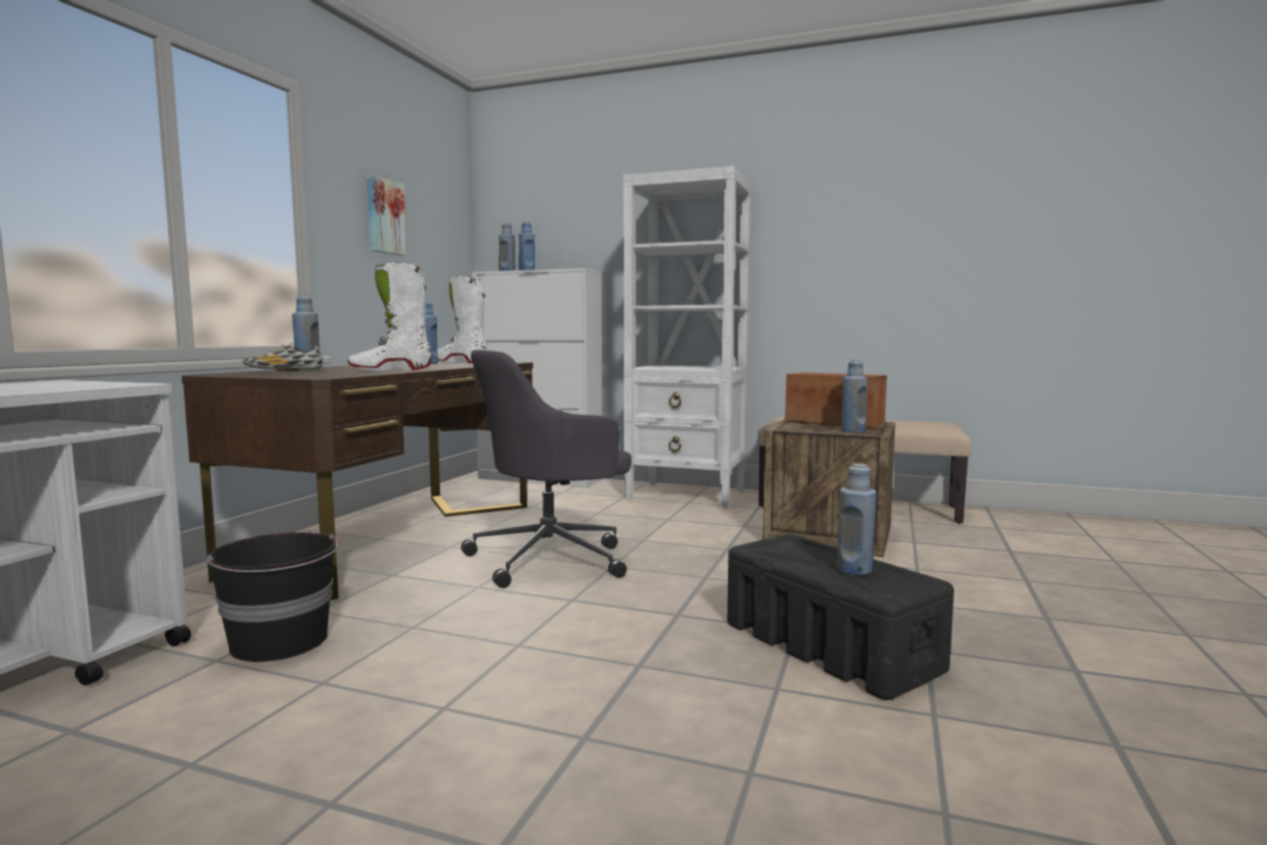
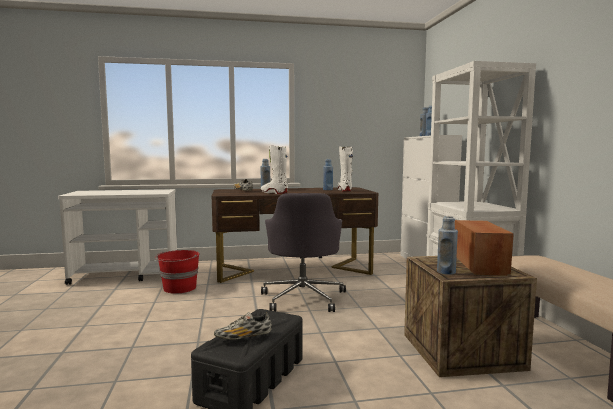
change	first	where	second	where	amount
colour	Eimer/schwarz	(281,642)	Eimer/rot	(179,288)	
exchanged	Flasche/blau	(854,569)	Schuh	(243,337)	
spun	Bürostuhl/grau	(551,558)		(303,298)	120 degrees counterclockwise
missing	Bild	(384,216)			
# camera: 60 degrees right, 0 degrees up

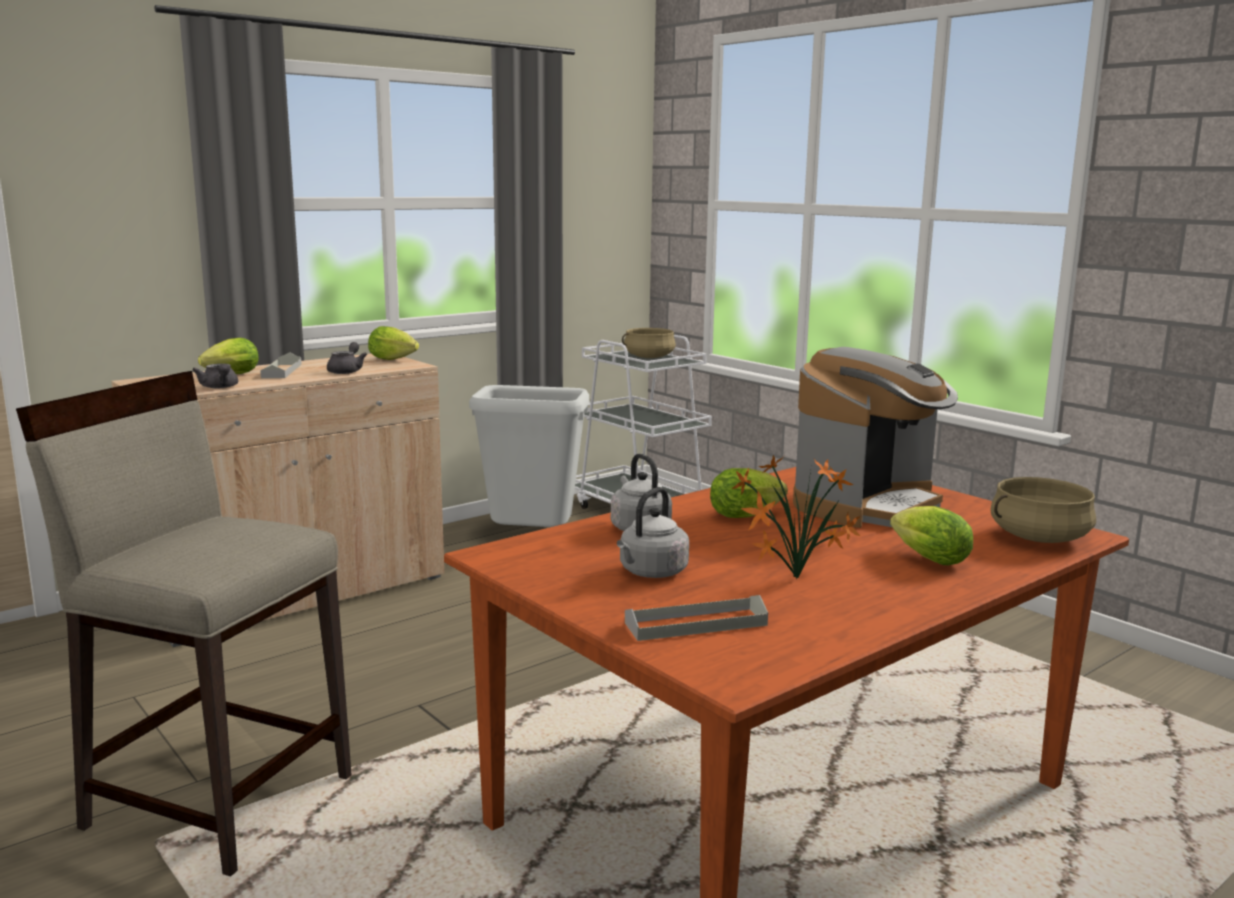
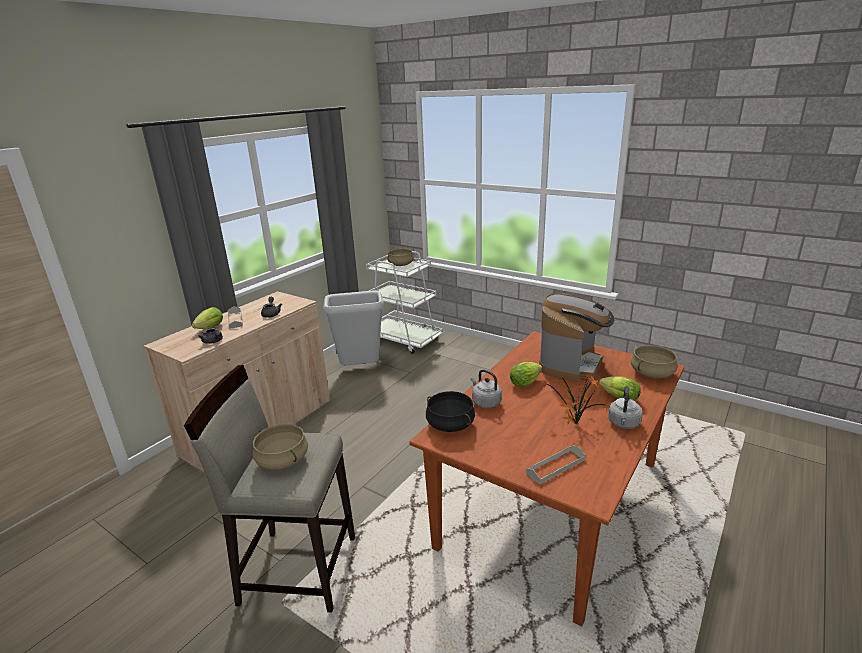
change	first	where	second	where	amount
appeared			Kochtopf/beige	(282,460)	
appeared			Kochtopf/schwarz	(450,424)	
relocated	Wasserkessel/grau	(651,573)		(623,424)	
missing	Salatkopf	(395,360)			
# camera: 15 degrees left, 10 degrees up

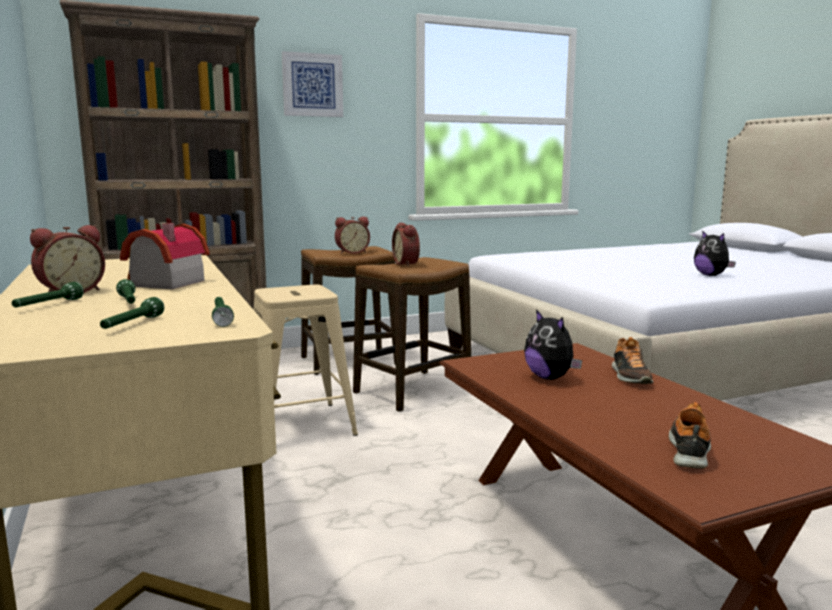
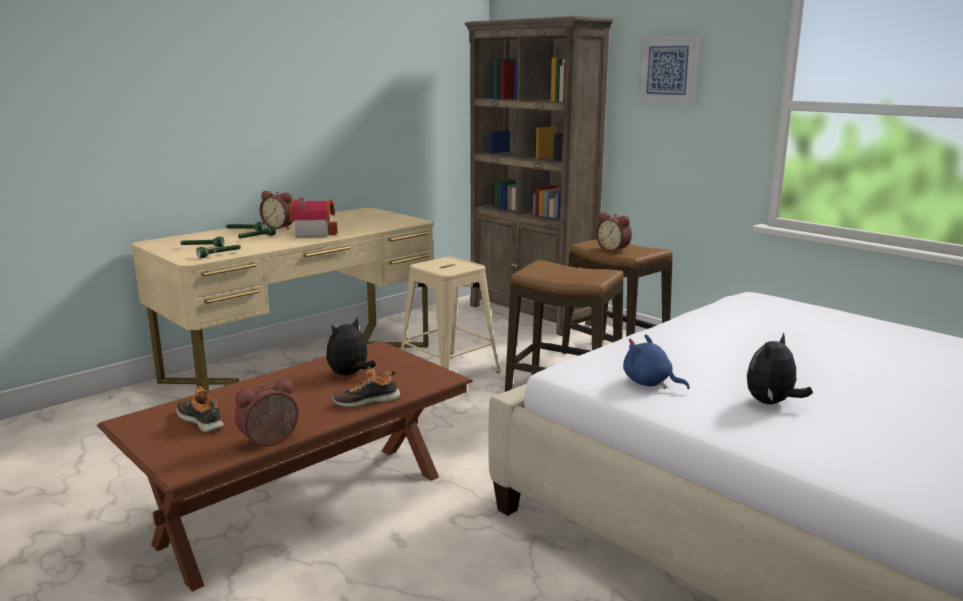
change	first	where	second	where	amount
spun	Schuh	(689,450)		(201,420)	135 degrees counterclockwise
relocated	Wecker	(408,264)		(270,441)	
appeared			Plüschtier/blau	(649,383)	
# camera: 70 degrees right, 5 degrees up

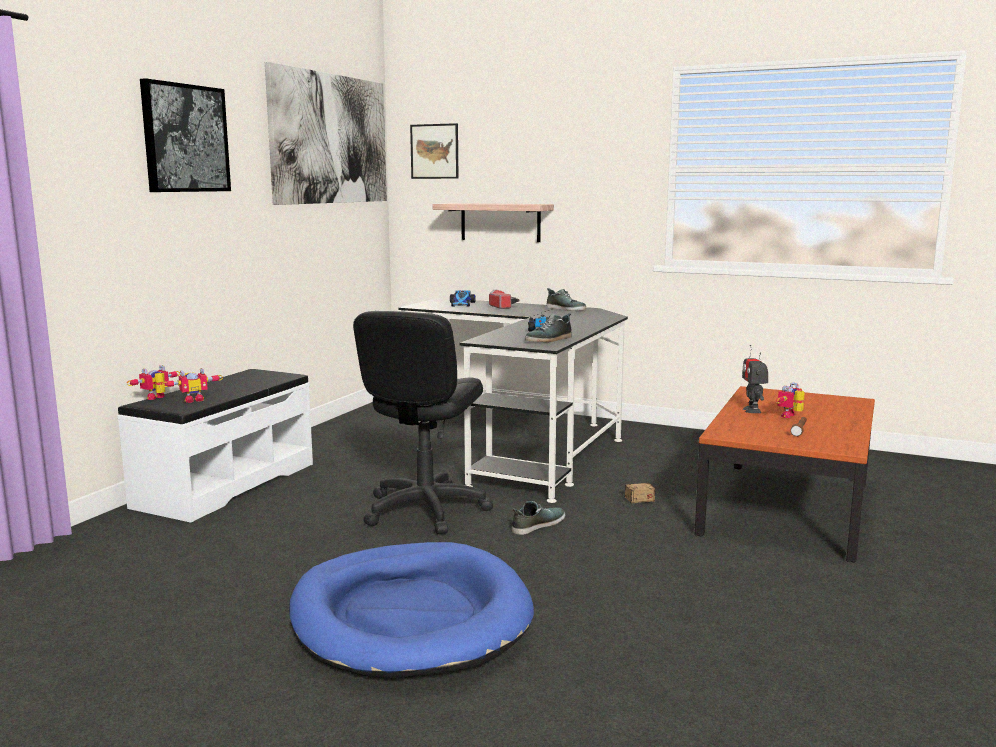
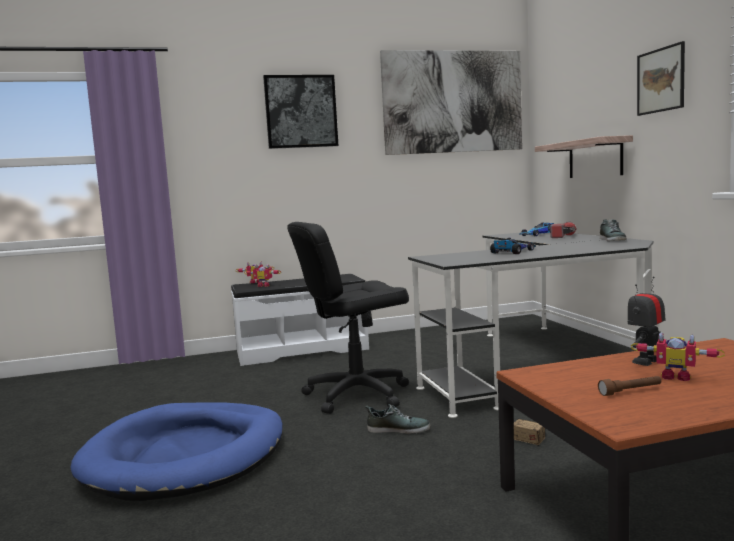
change	first	where	second	where	amount
spun	Spielzeugroboter	(791,416)		(676,376)	150 degrees counterclockwise
relocated	Bild	(434,151)		(660,80)	
missing	Schuh	(549,339)			
# camera: 50 degrees right, 5 degrees down

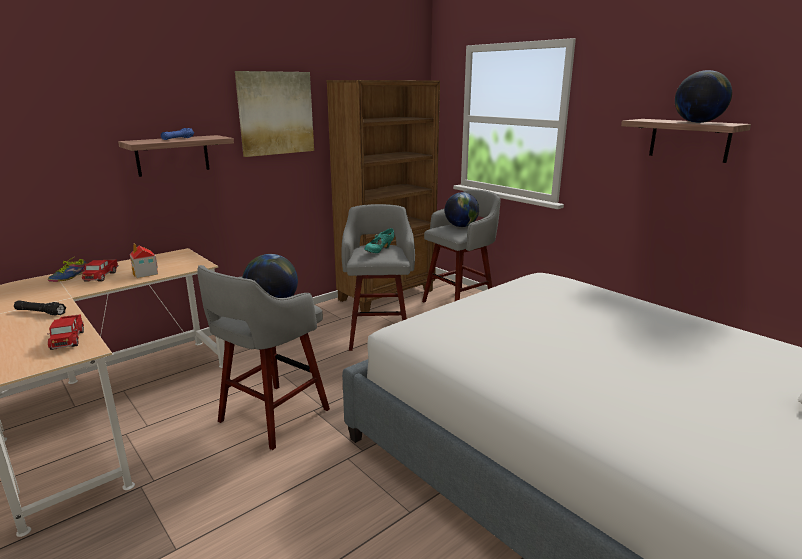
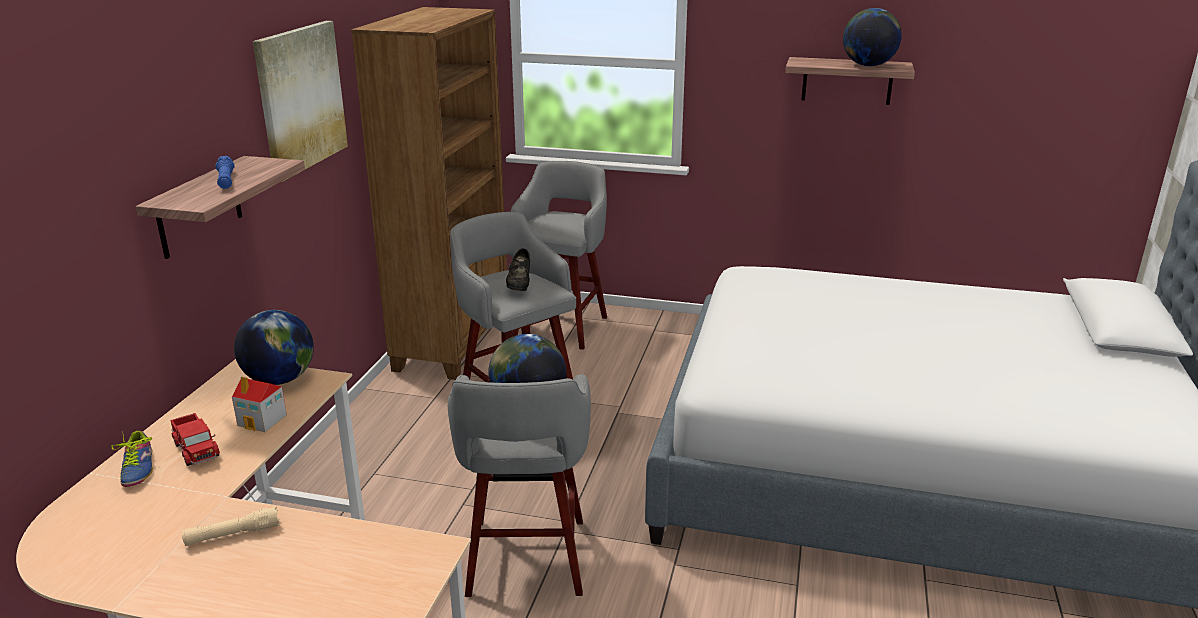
change	first	where	second	where	amount
colour	Taschenlampe/schwarz	(40,312)	Taschenlampe/beige	(233,535)	
relocated	Globus	(461,226)		(279,380)	
colour	Schuh/türkis	(379,251)	Schuh/schwarz	(519,285)	
missing	Spielzeuglaster	(68,339)			
# camera: 35 degrees left, 5 degrees up

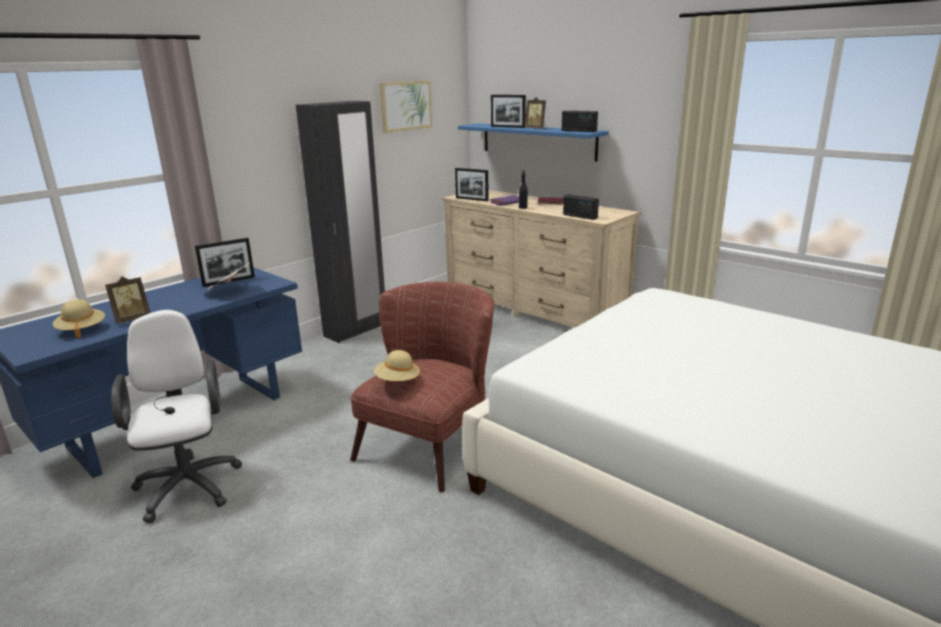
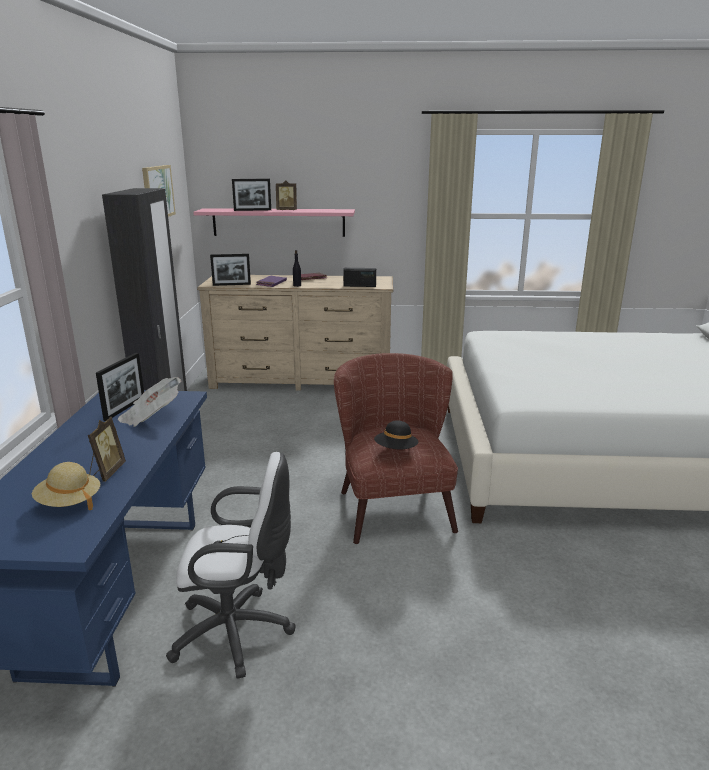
change	first	where	second	where	amount
spun	Bürostuhl/weiß	(188,483)		(238,632)	150 degrees clockwise
colour	Wandregal/blau	(537,141)	Wandregal/rosa	(278,222)	
colour	Hut/beige	(397,381)	Hut/schwarz	(396,450)	
missing	Radio	(579,131)			
# camera: 40 degrees left, 0 degrees up

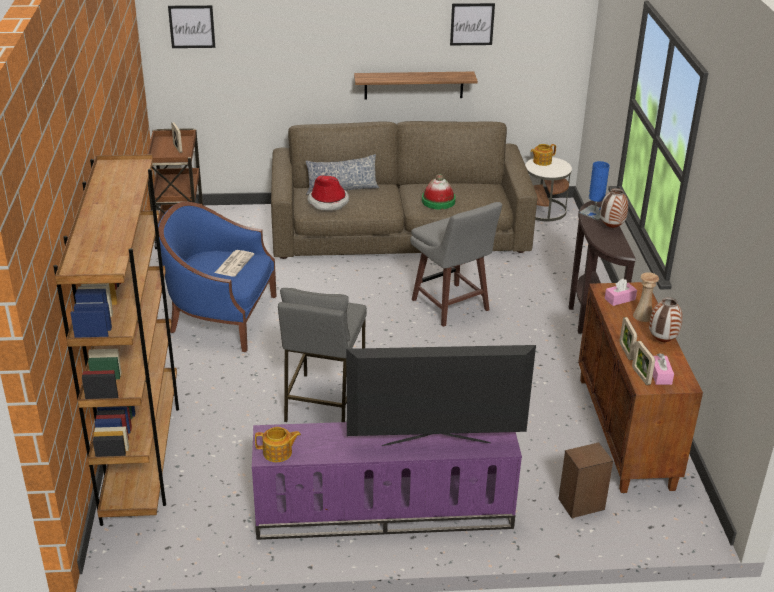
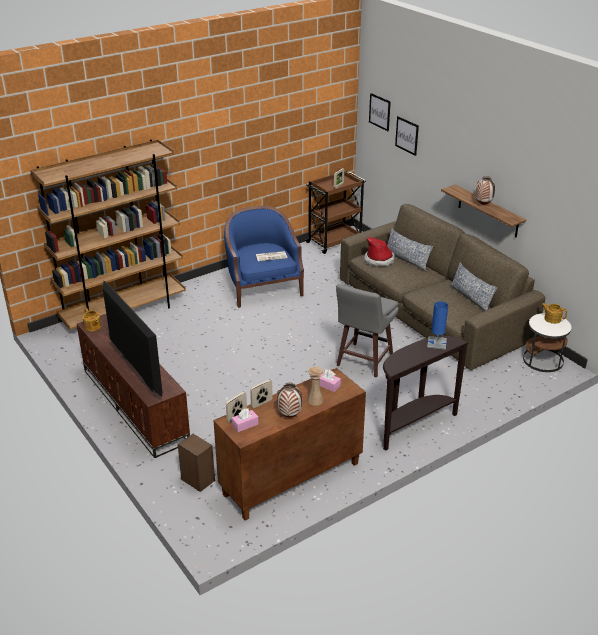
change	first	where	second	where	amount
colour	Fernsehschrank/lila	(382,513)	Fernsehschrank/braun	(133,404)	
relocated	Bild	(472,24)		(407,135)	
appeared			Kissen	(471,298)	
relocated	Vase	(611,227)		(483,204)	
missing	Hocker/grau	(324,402)			
missing	Hut	(438,201)			
# camera: 60 degrees right, 0 degrees up

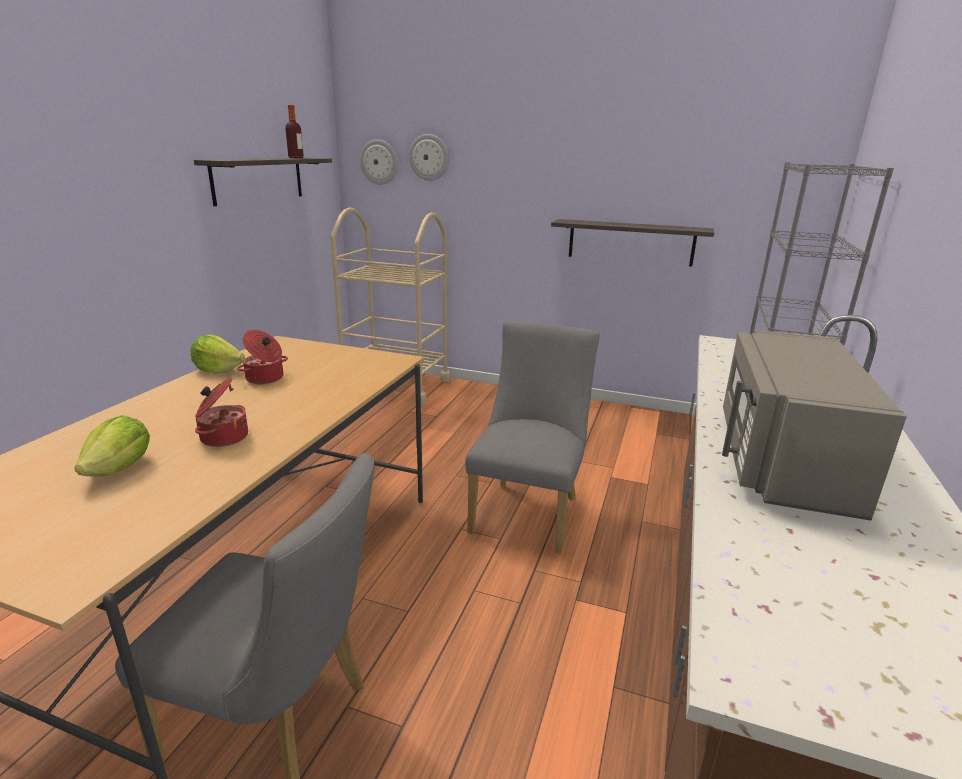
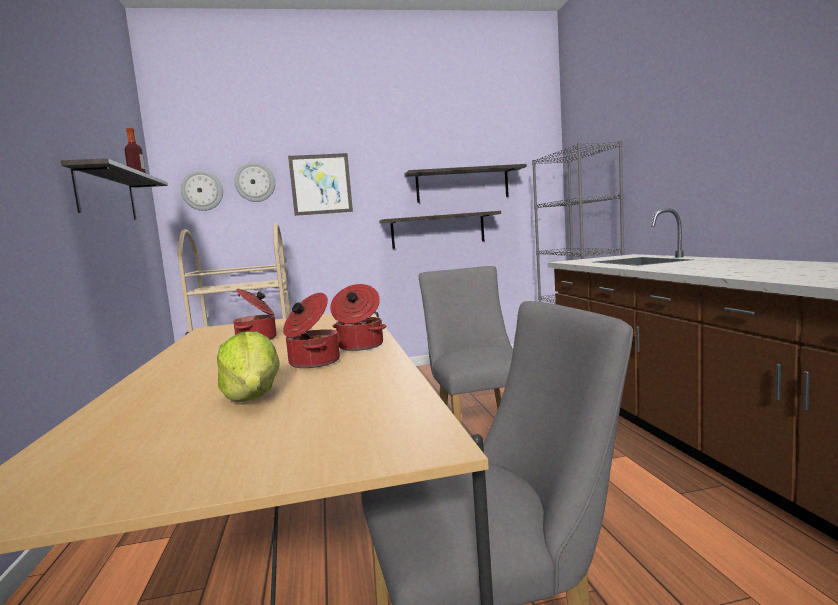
change	first	where	second	where	amount
appeared			Bild	(321,184)	
appeared			Kochtopf	(359,346)	
appeared			Wandregal	(462,185)	
missing	Salatkopf	(218,370)			
missing	Mikrowelle/grau	(781,460)			
# camera: 30 degrees left, 15 degrees down

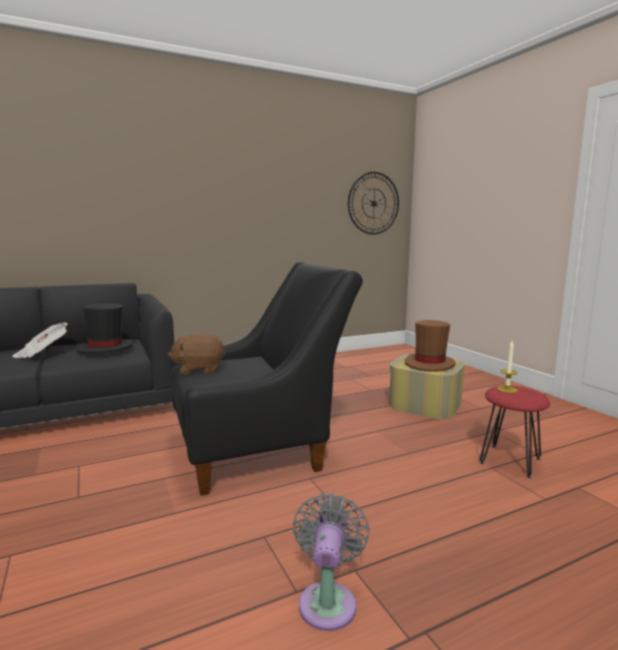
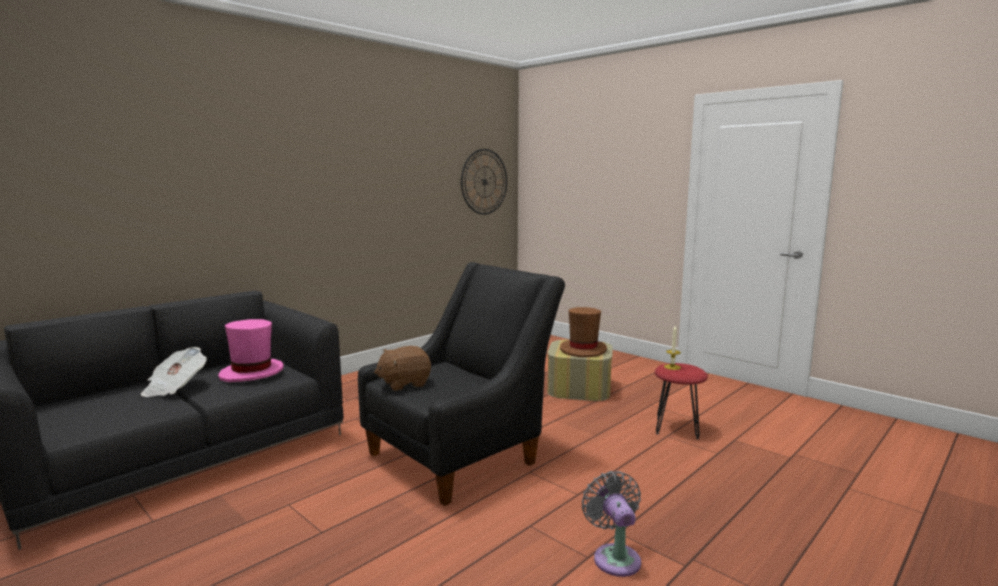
change	first	where	second	where	amount
colour	Hut/schwarz	(105,349)	Hut/rosa	(252,373)	
# camera: 20 degrees left, 0 degrees up

